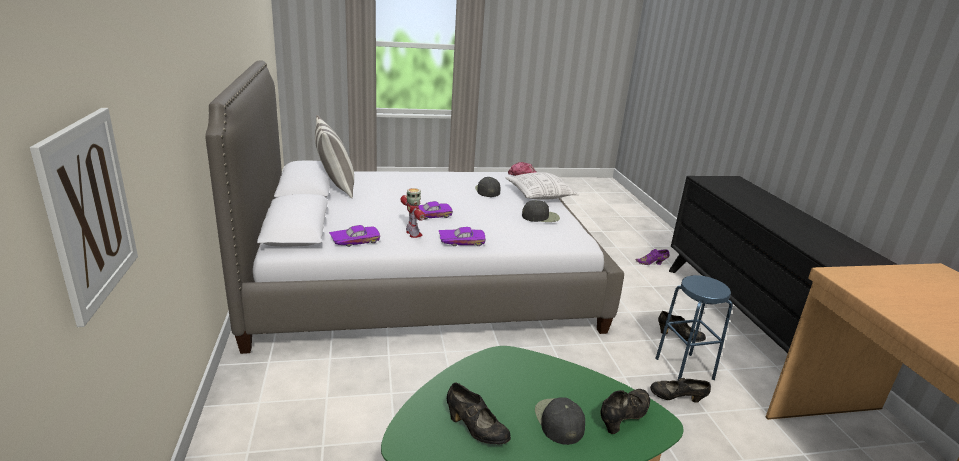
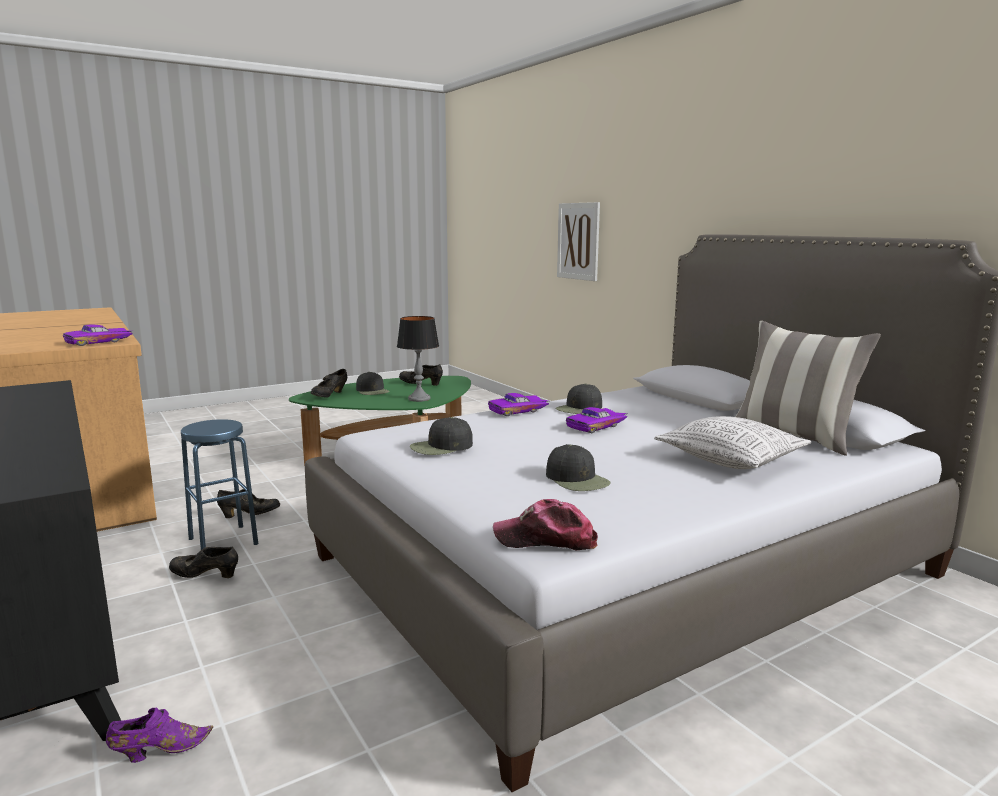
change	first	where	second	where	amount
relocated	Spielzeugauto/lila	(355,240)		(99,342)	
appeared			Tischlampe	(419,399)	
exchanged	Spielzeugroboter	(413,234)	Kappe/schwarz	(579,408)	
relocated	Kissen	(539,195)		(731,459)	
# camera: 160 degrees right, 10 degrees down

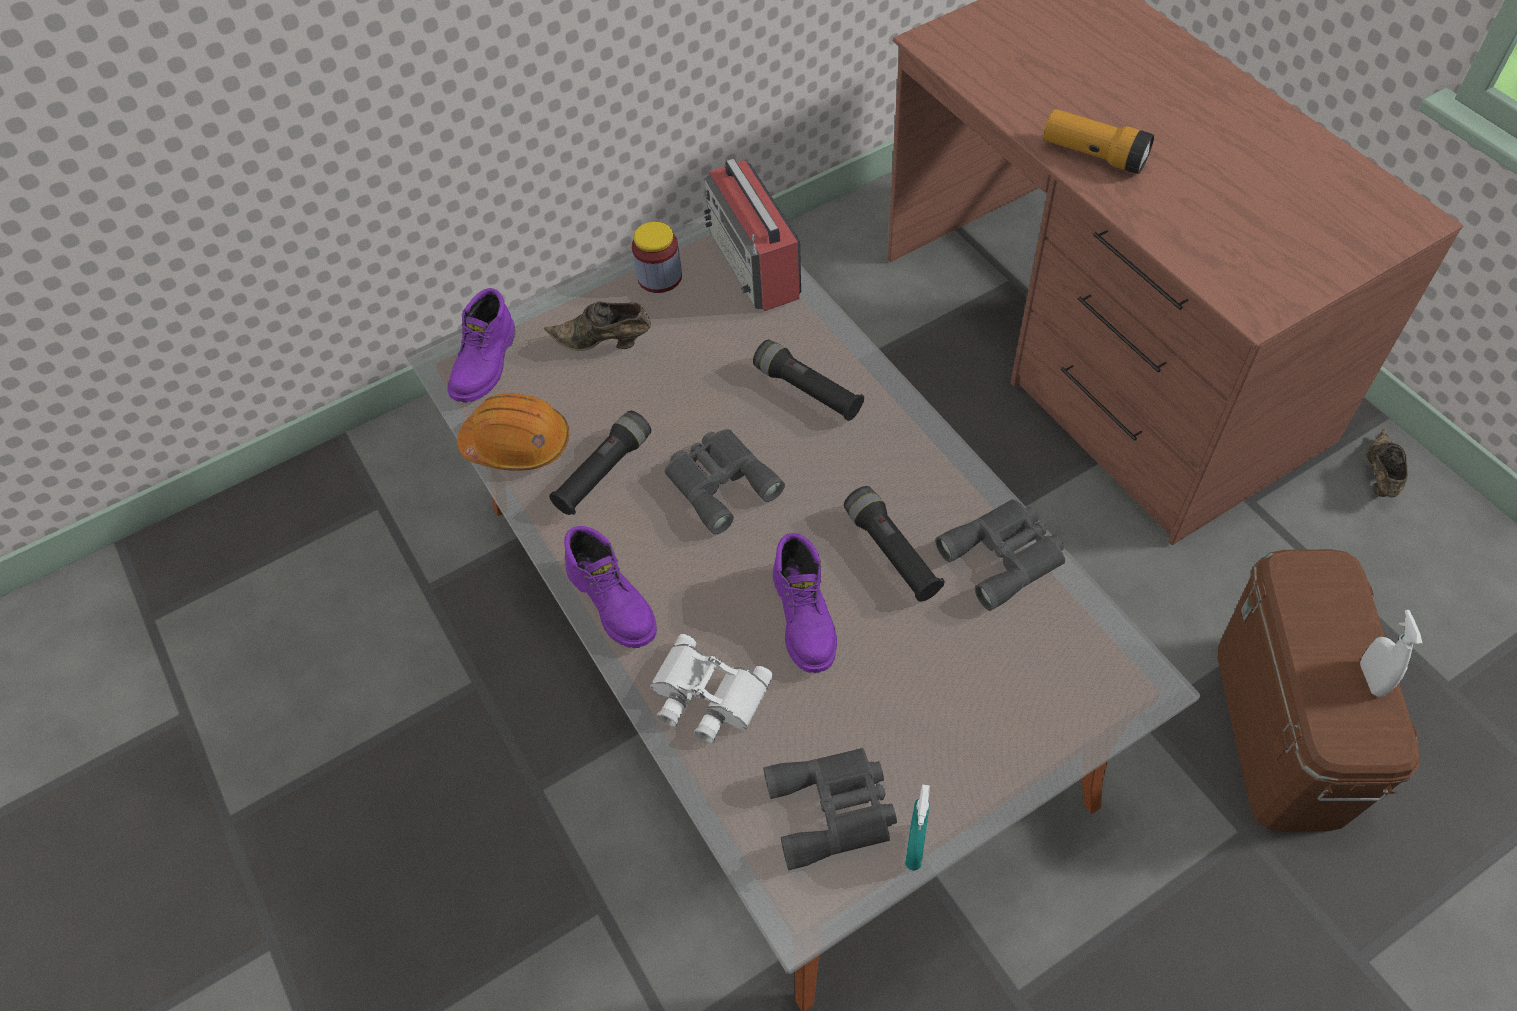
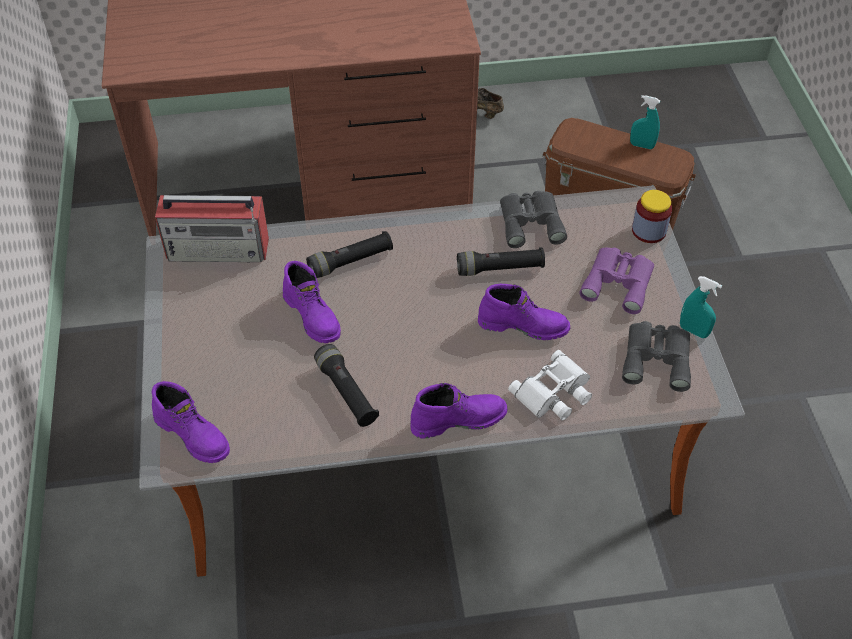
change	first	where	second	where	amount
appeared			Stiefel/lila	(313,316)	
appeared			Fernglas/lila	(618,282)	
colour	Sprühflasche/weiß	(1371,678)	Sprühflasche/türkis	(642,145)	
relocated	Vorratsglas	(659,277)		(648,231)	
missing	Schutzhelm/orange	(517,444)			
missing	Schuh/braun	(604,342)			
missing	Fernglas/grau	(720,482)			
missing	Taschenlampe	(1094,155)			
# camera: 70 degrees left, 5 degrees down

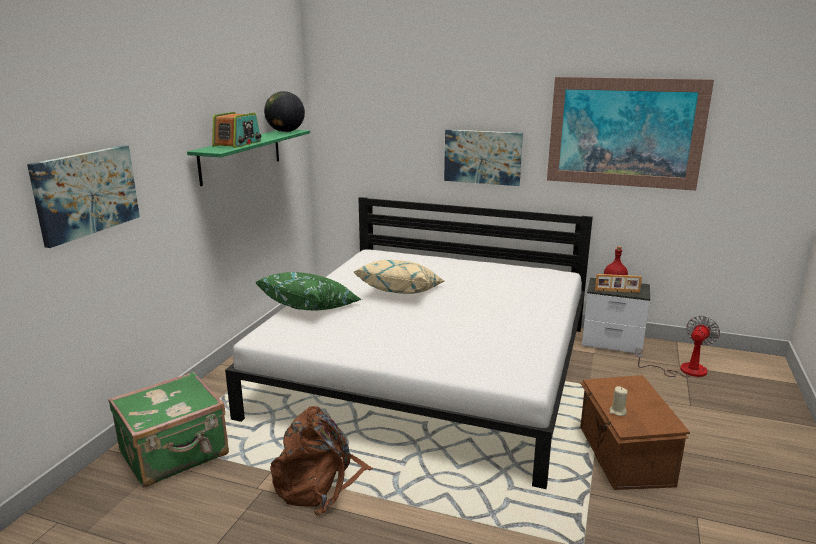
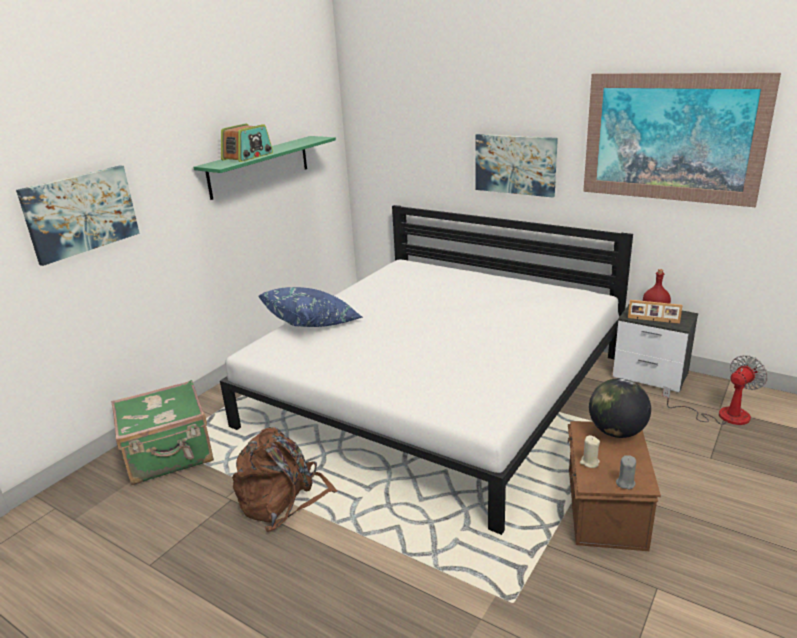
change	first	where	second	where	amount
colour	Kissen/grün	(311,308)	Kissen/blau	(313,323)	
relocated	Globus	(285,132)		(616,432)	
appeared			Kerze/grau	(625,483)	
missing	Kissen/beige	(401,292)			
# camera: 15 degrees right, 5 degrees up

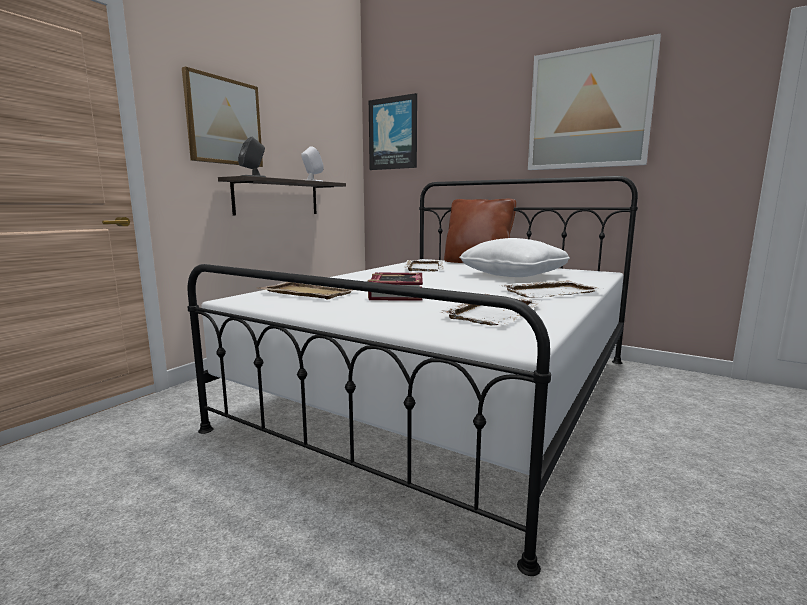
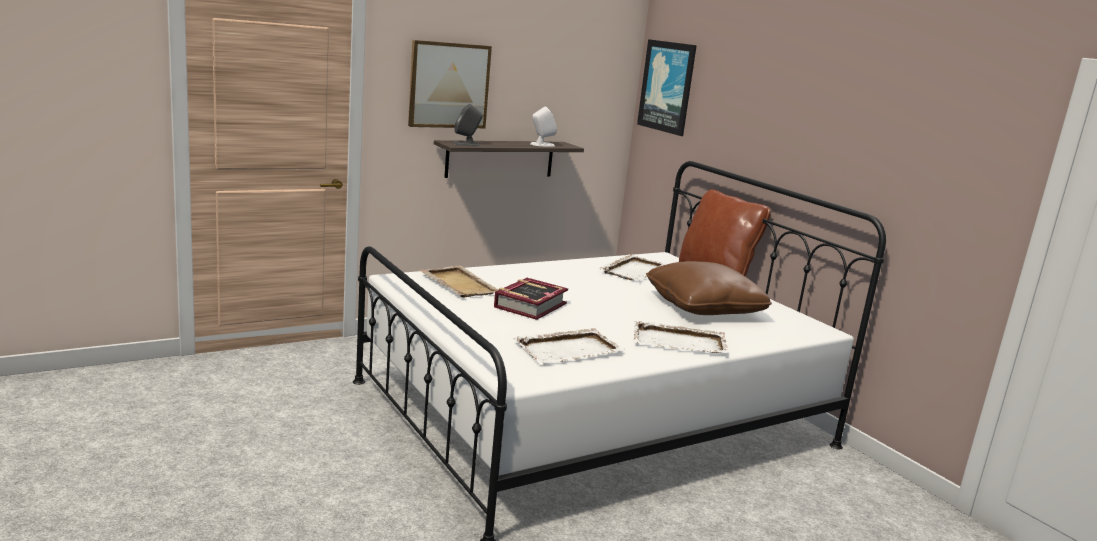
change	first	where	second	where	amount
colour	Kissen/weiß	(513,275)	Kissen/braun	(703,307)	
missing	Bild	(588,109)			
# camera: 25 degrees right, 5 degrees up

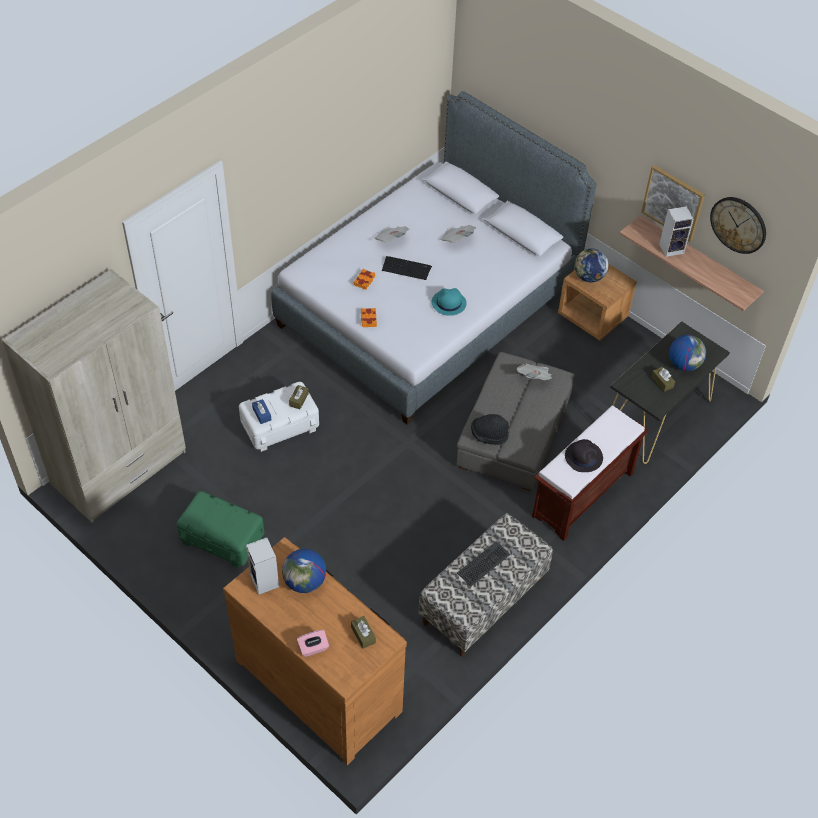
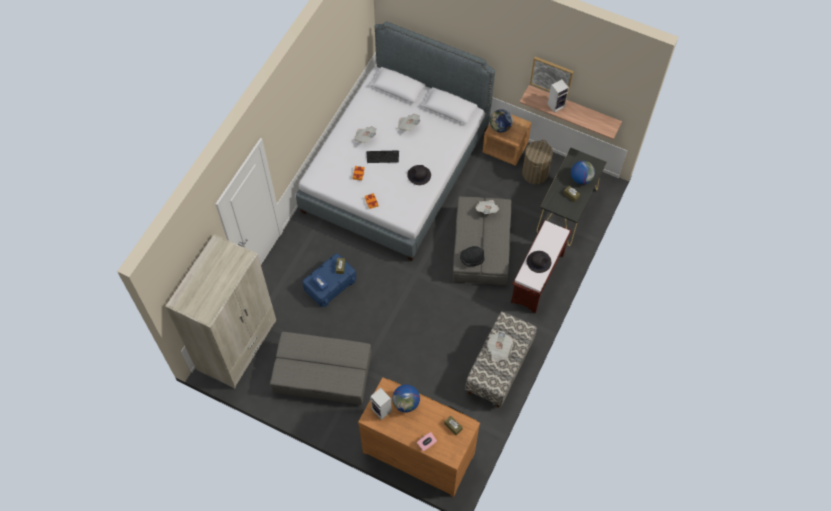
change	first	where	second	where	amount
exchanged	Aufbewahrungsbox/grün	(222,538)	Polsterhocker/grau	(322,374)	
colour	Aufbewahrungsbox/weiß	(280,425)	Aufbewahrungsbox/blau	(330,285)	
colour	Hut/türkis	(448,303)	Hut/schwarz	(419,175)	
exchanged	Tastatur	(484,564)	Zeitung	(499,350)	
appeared			Wäschekorb	(535,173)	
missing	Wanduhr	(738,224)			
# camera: 15 degrees left, 10 degrees up

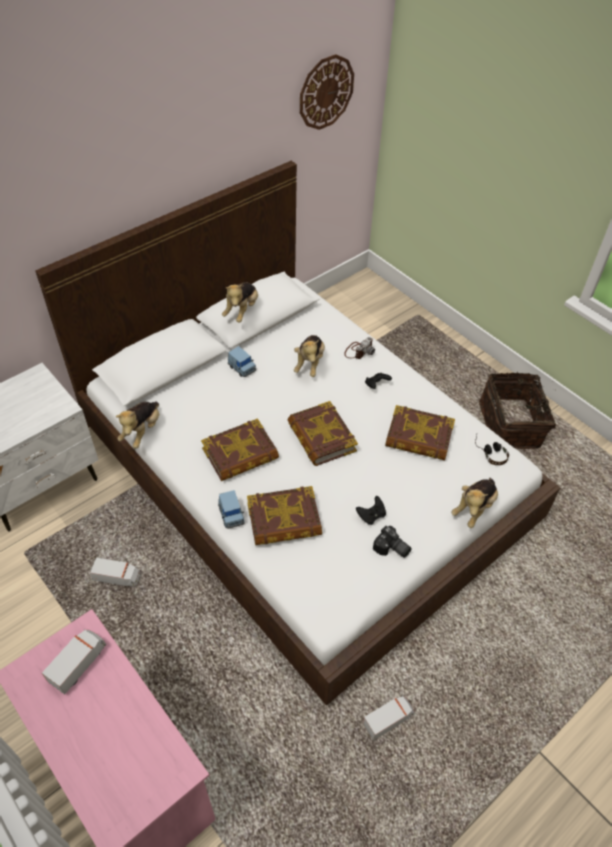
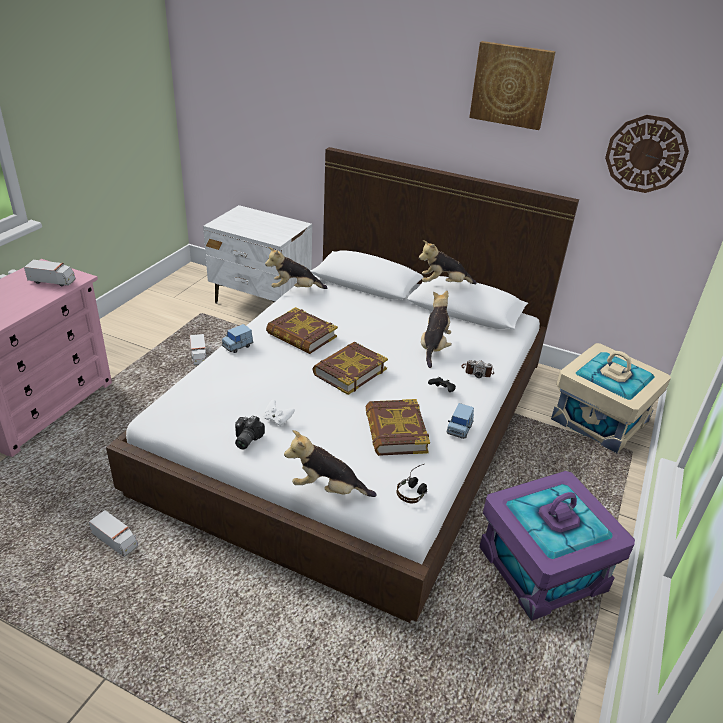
change	first	where	second	where	amount
colour	Gamepad/schwarz	(371,515)	Gamepad/weiß	(278,419)	
spun	Plüschtier	(309,363)		(434,347)	120 degrees clockwise
relocated	Spielzeugauto/blau	(242,368)		(459,429)	
appeared			Bild	(511,85)	
exchanged	Korb	(512,424)	Aufbewahrungsbox/lila	(542,570)	
appeared			Aufbewahrungsbox/beige	(600,420)	
missing	Buch	(284,520)			
# camera: 65 degrees right, 15 degrees down

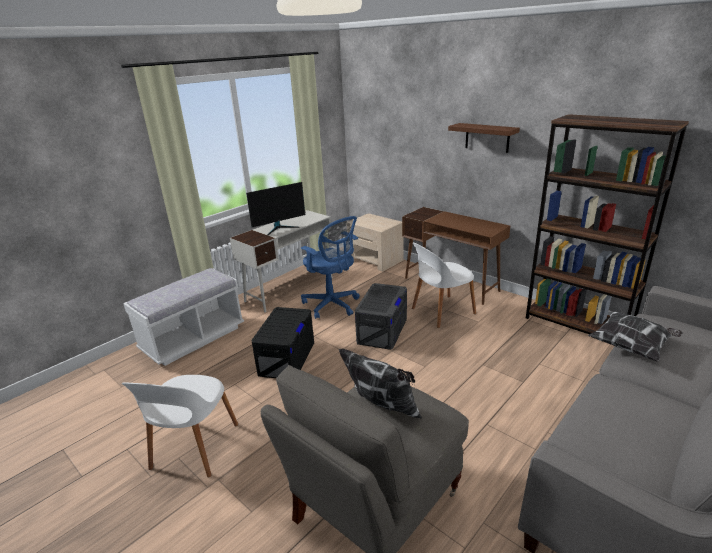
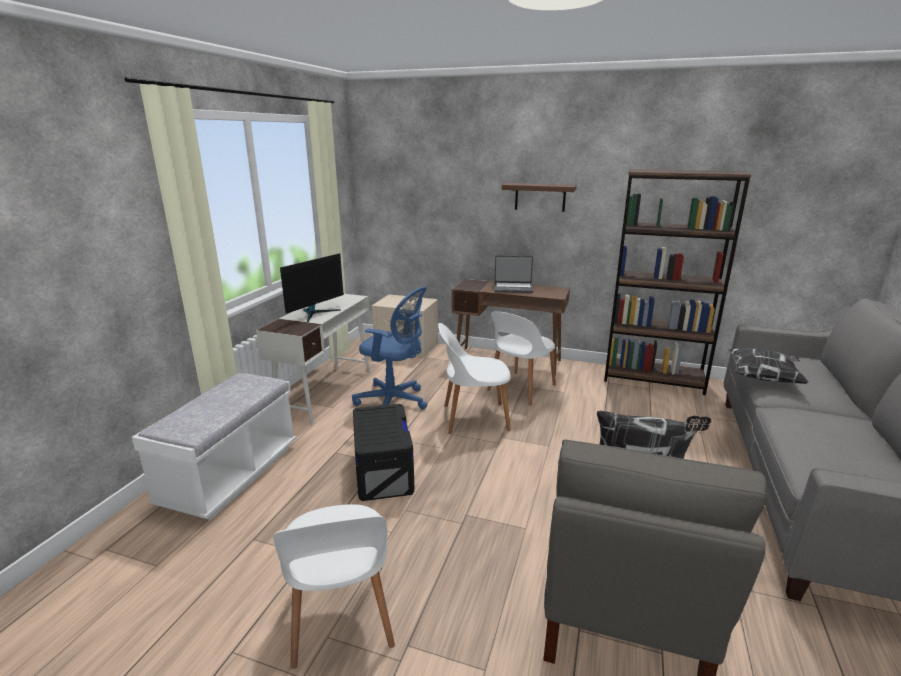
change	first	where	second	where	amount
exchanged	Aufbewahrungsbox/grau	(382,330)	Stuhl/weiß	(473,418)	
appeared			Laptop	(513,288)	
# camera: 25 degrees left, 5 degrees down

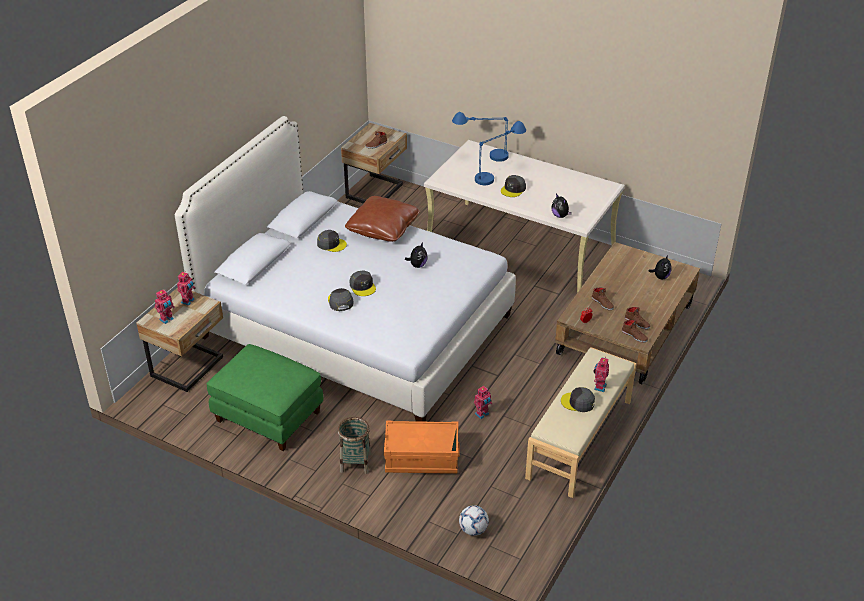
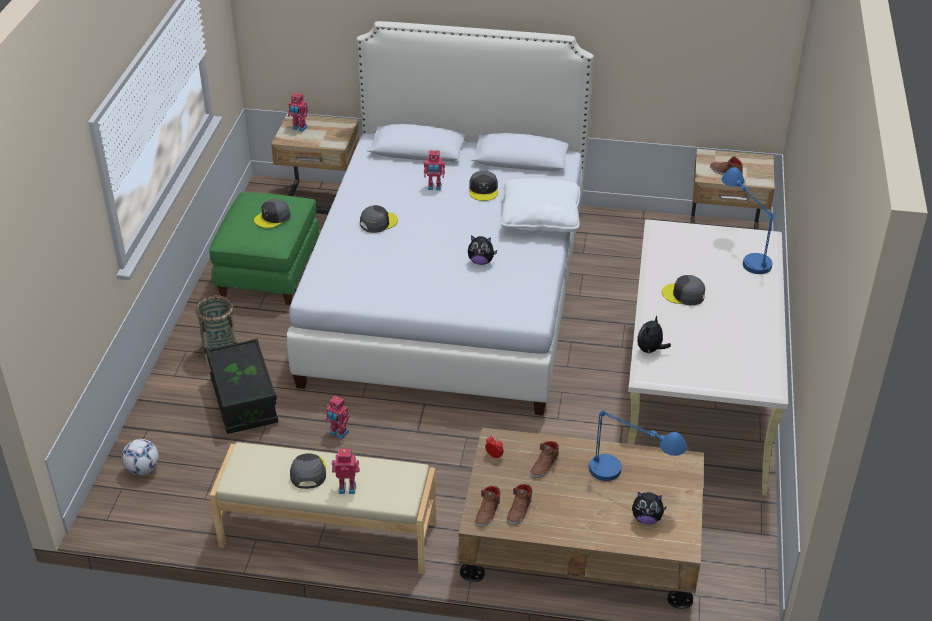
change	first	where	second	where	amount
colour	Aufbewahrungsbox/orange	(421,458)	Aufbewahrungsbox/schwarz	(244,400)	
relocated	Kappe/grau	(362,286)		(272,217)	
relocated	Spielzeugroboter	(188,301)		(434,187)	
colour	Kissen/braun	(383,228)	Kissen/weiß	(540,218)	
relocated	Tischlampe/blau	(498,174)		(630,481)	
# camera: 70 degrees right, 0 degrees up

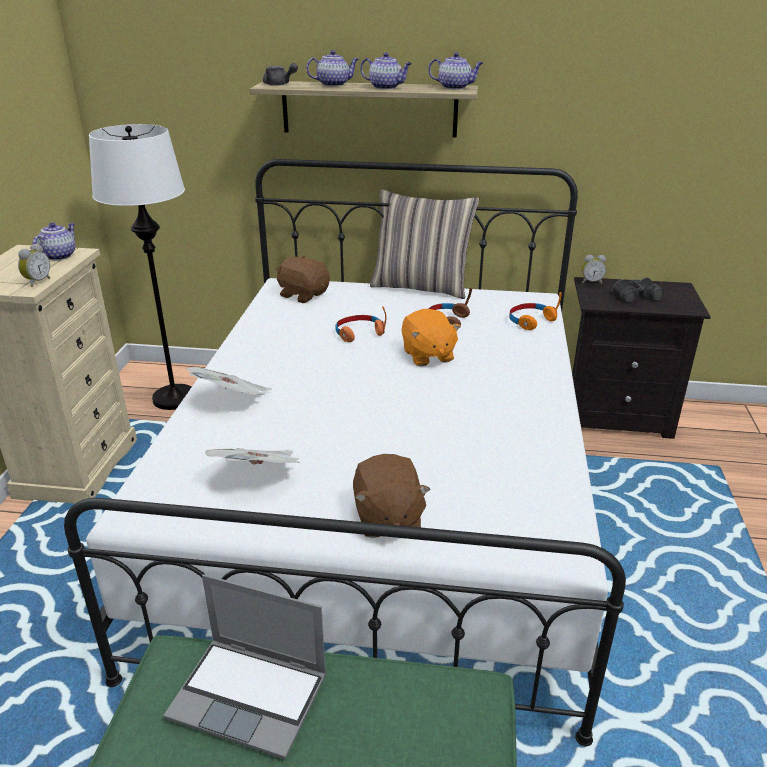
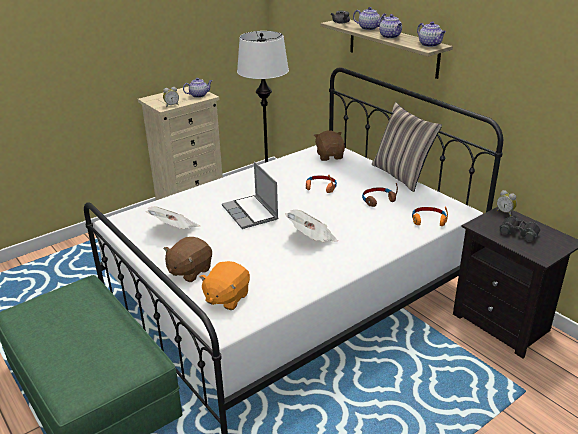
change	first	where	second	where	amount
relocated	Plüschtier/orange	(427,355)		(226,298)	
relocated	Laptop	(251,696)		(251,213)	
relocated	Zeitung	(233,399)		(312,238)	
# camera: 45 degrees right, 0 degrees up

